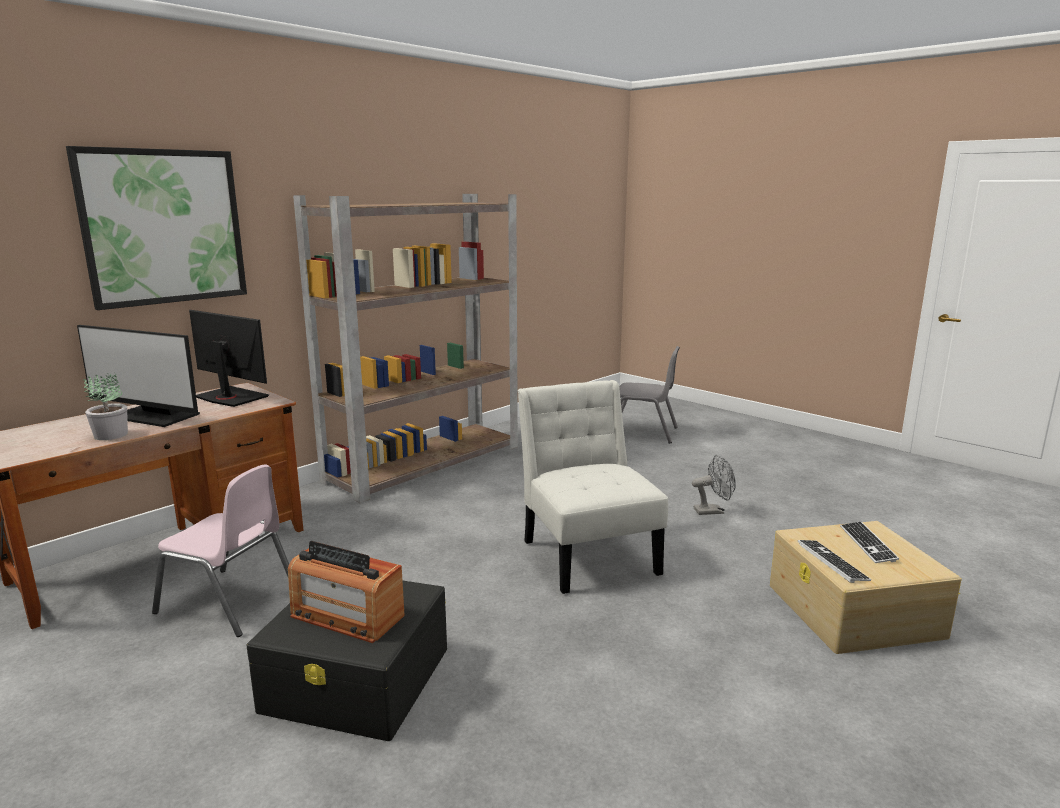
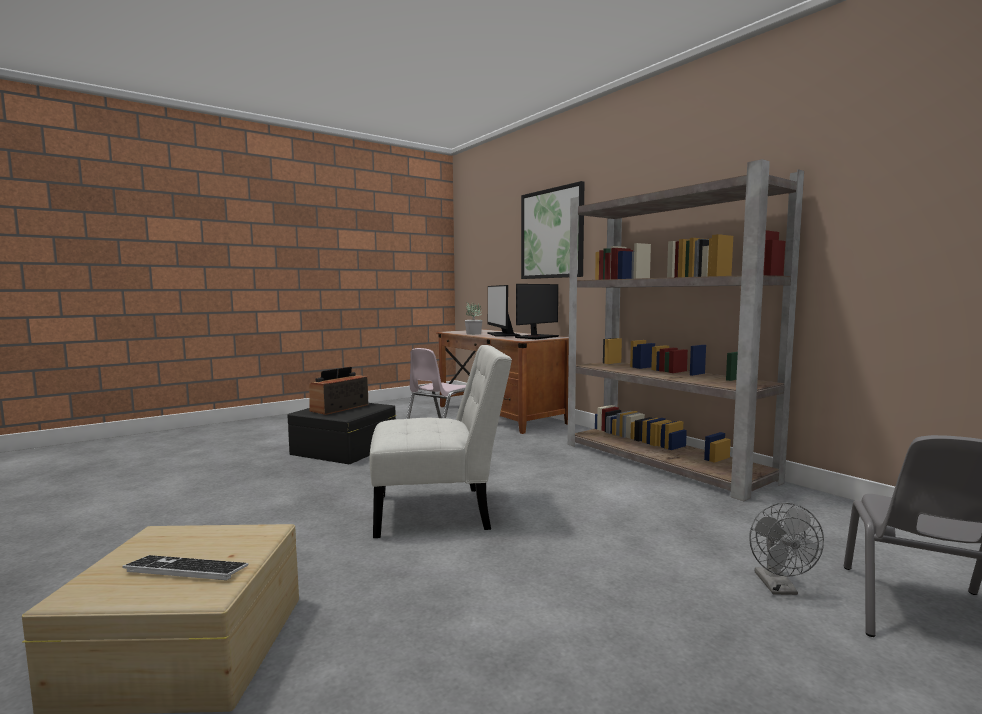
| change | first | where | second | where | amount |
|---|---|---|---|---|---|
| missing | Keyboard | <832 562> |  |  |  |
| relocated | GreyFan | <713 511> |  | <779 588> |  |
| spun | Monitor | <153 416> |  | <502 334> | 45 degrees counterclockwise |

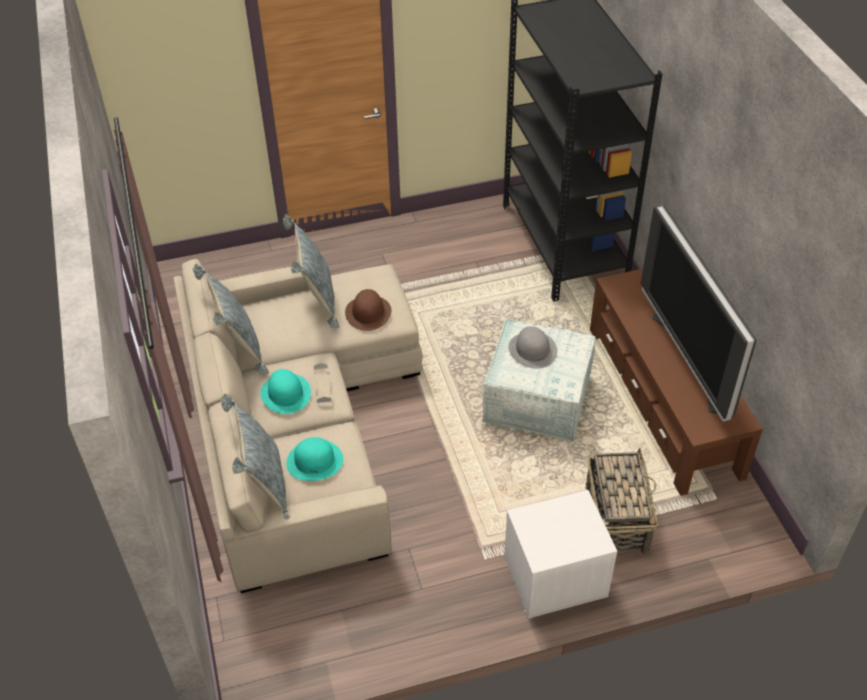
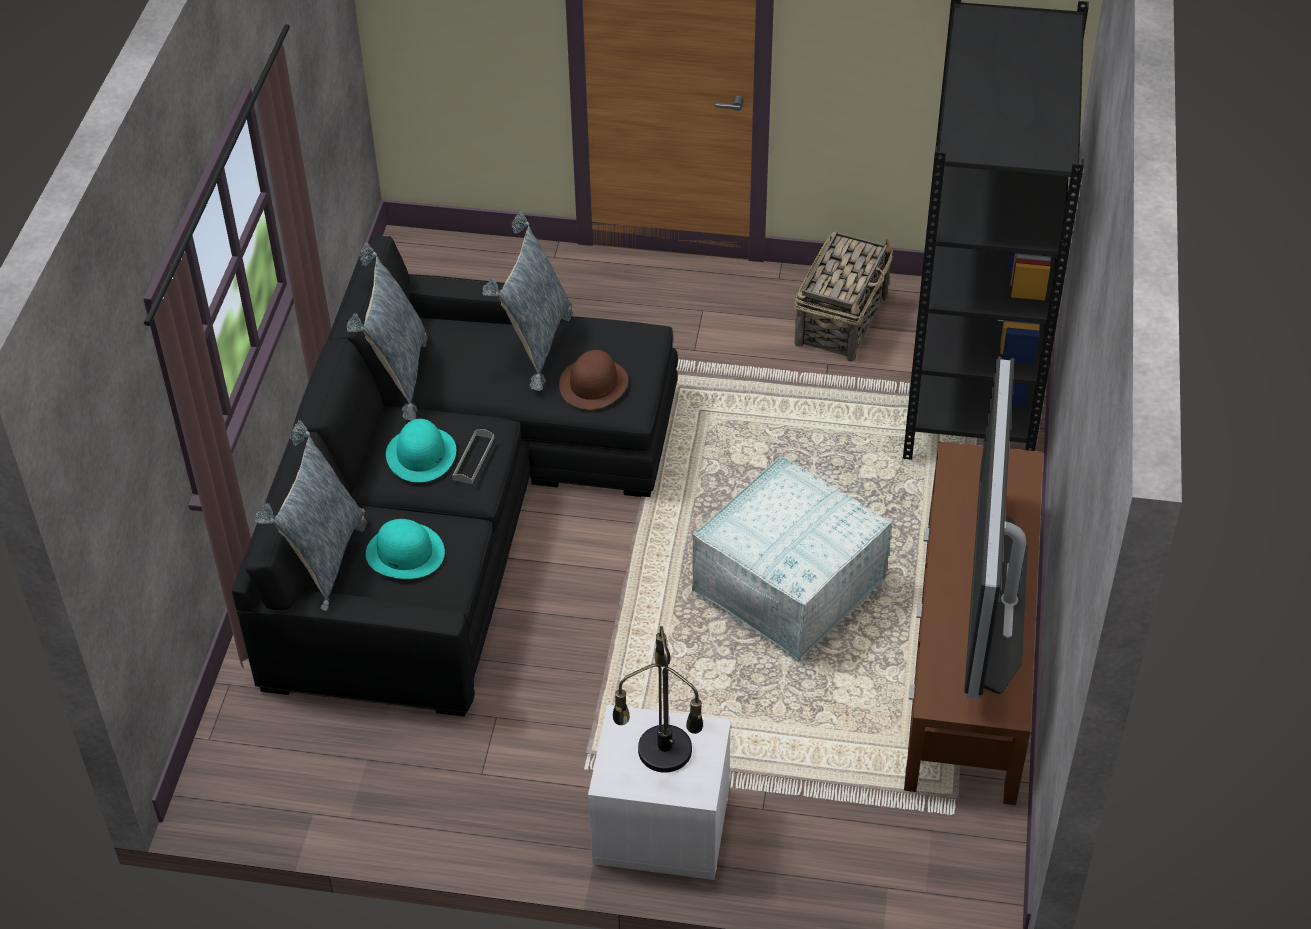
| change | first | where | second | where | amount |
|---|---|---|---|---|---|
| missing | GreyHat | <532 350> |  |  |  |
| appeared |  |  | TableLamp | <663 750> |  |
| relocated | Basket | <616 518> |  | <842 320> |  |
| colour | BeigeSofa | <299 423> | BlackSofa | <454 506> |  |

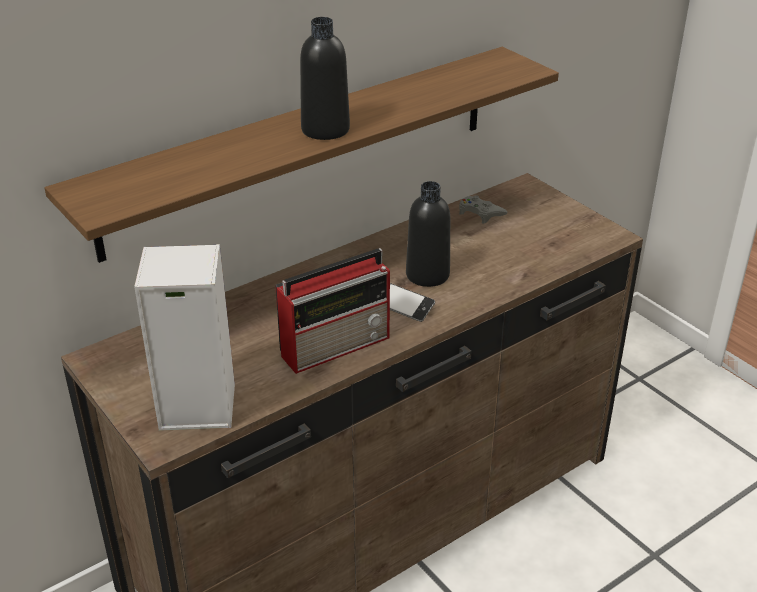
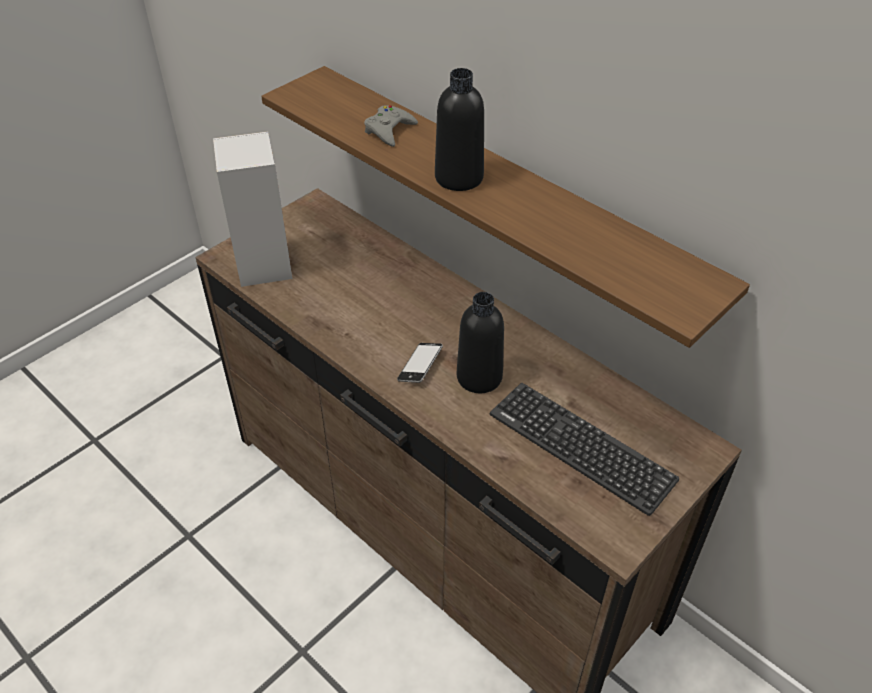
| change | first | where | second | where | amount |
|---|---|---|---|---|---|
| missing | Radio | <337 345> |  |  |  |
| appeared |  |  | Keyboard | <581 446> |  |
| relocated | GreyGameController | <480 213> |  | <389 130> |  |

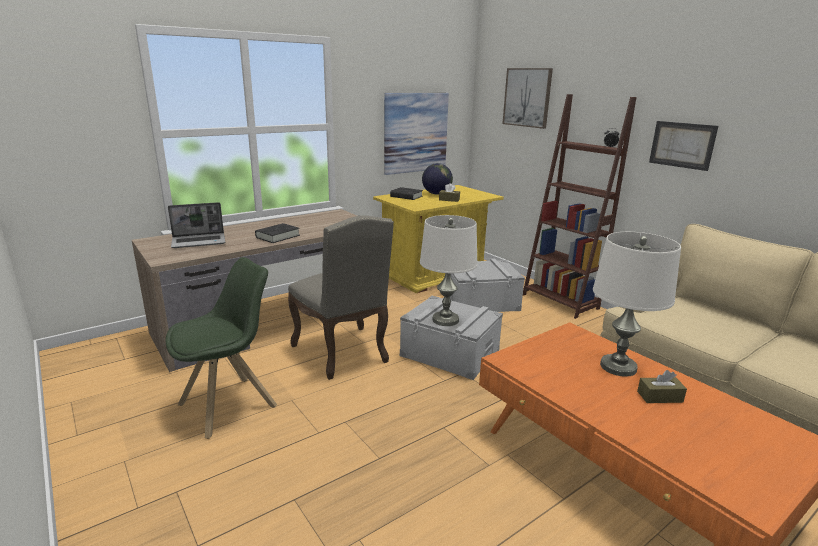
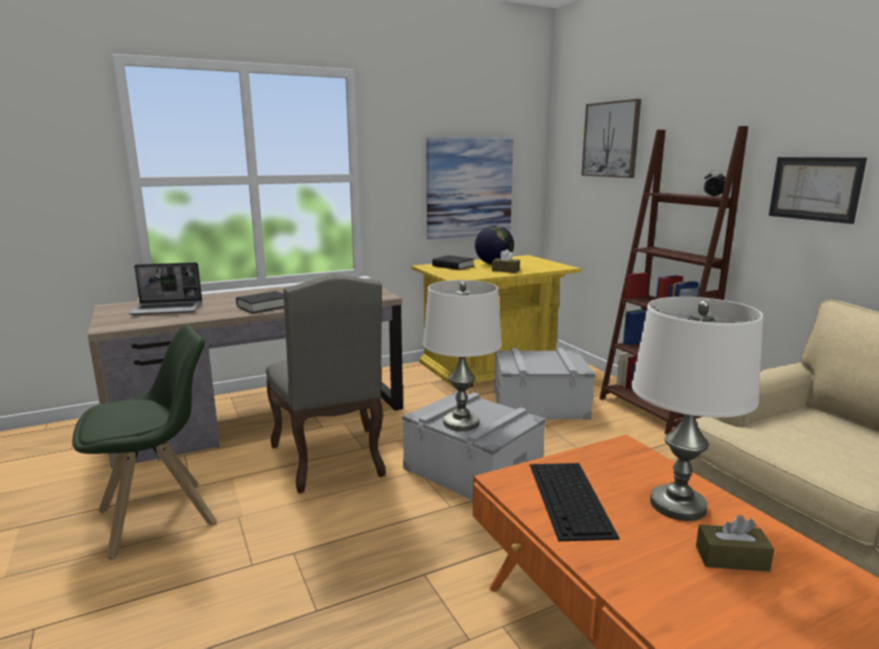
| change | first | where | second | where | amount |
|---|---|---|---|---|---|
| appeared |  |  | Keyboard | <570 499> |  |

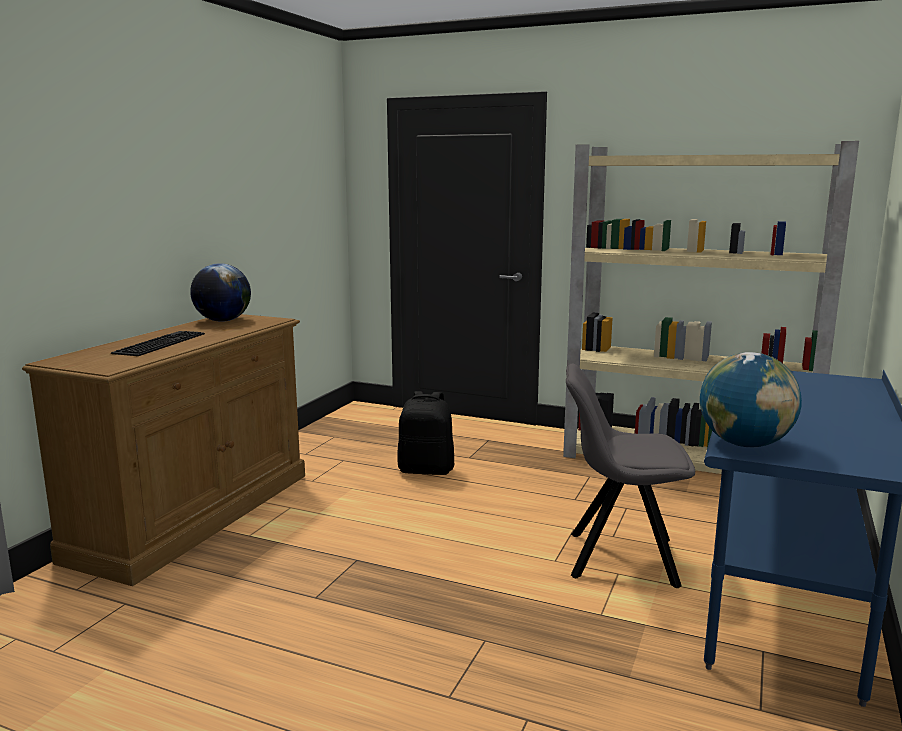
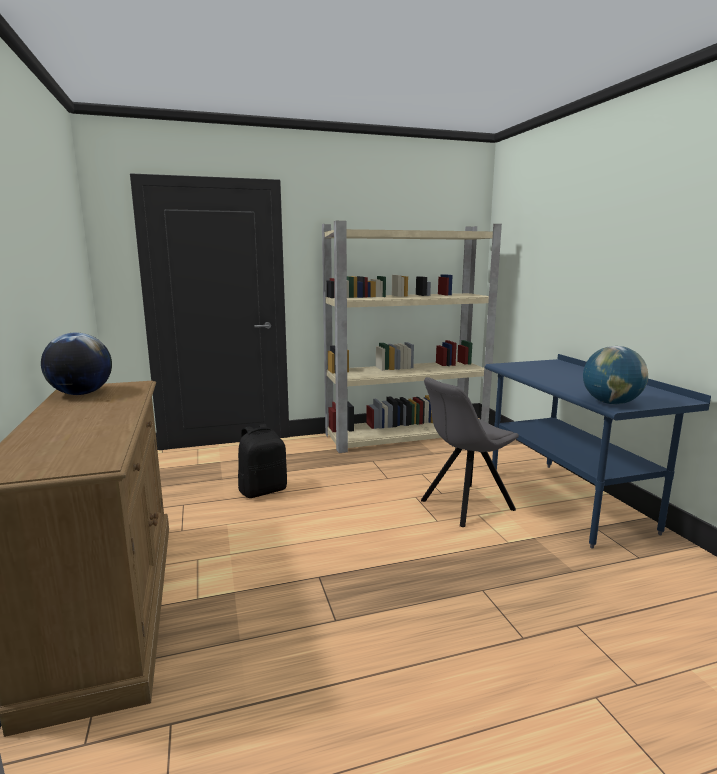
| change | first | where | second | where | amount |
|---|---|---|---|---|---|
| missing | Keyboard | <159 343> |  |  |  |

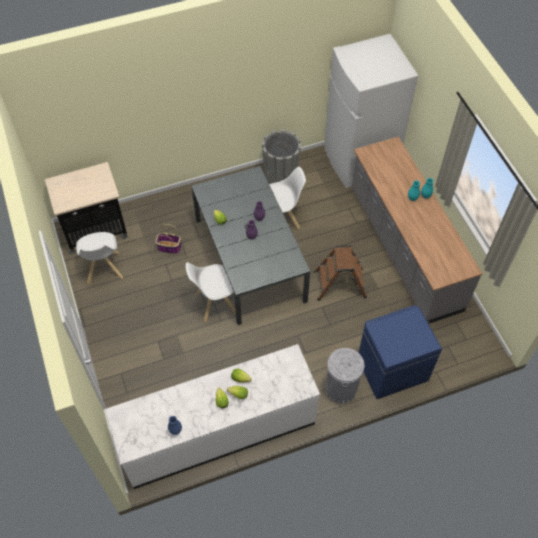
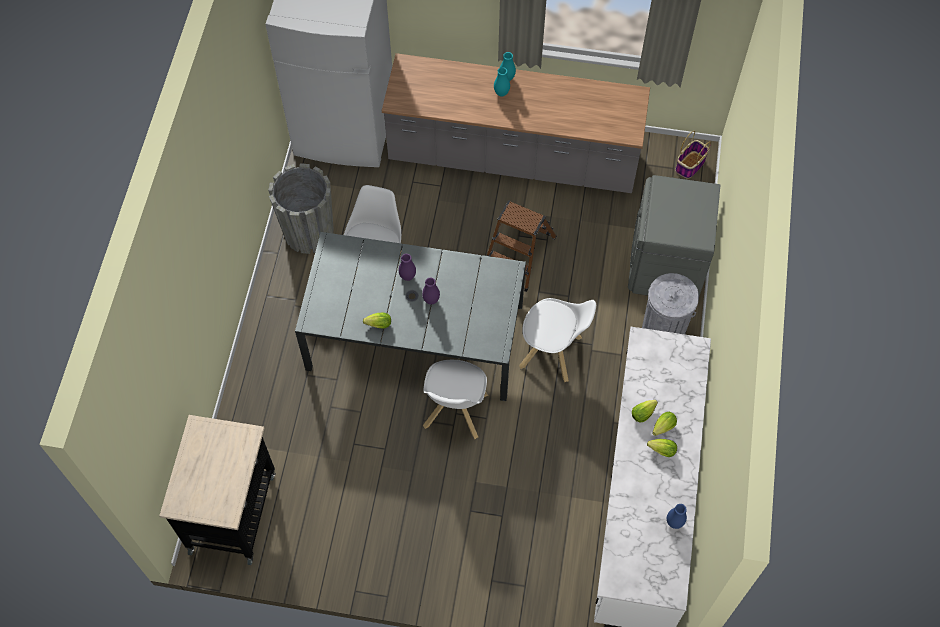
| change | first | where | second | where | amount |
|---|---|---|---|---|---|
| relocated | WhiteChair | <103 269> |  | <553 353> |  |
| relocated | Basket | <169 247> |  | <690 165> |  |
| colour | BlueWashingMachine | <390 367> | GreyWashingMachine | <664 265> |  |

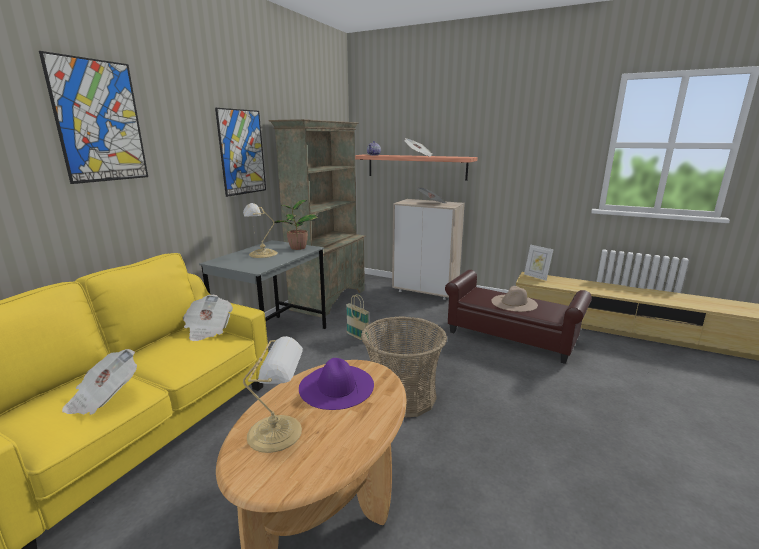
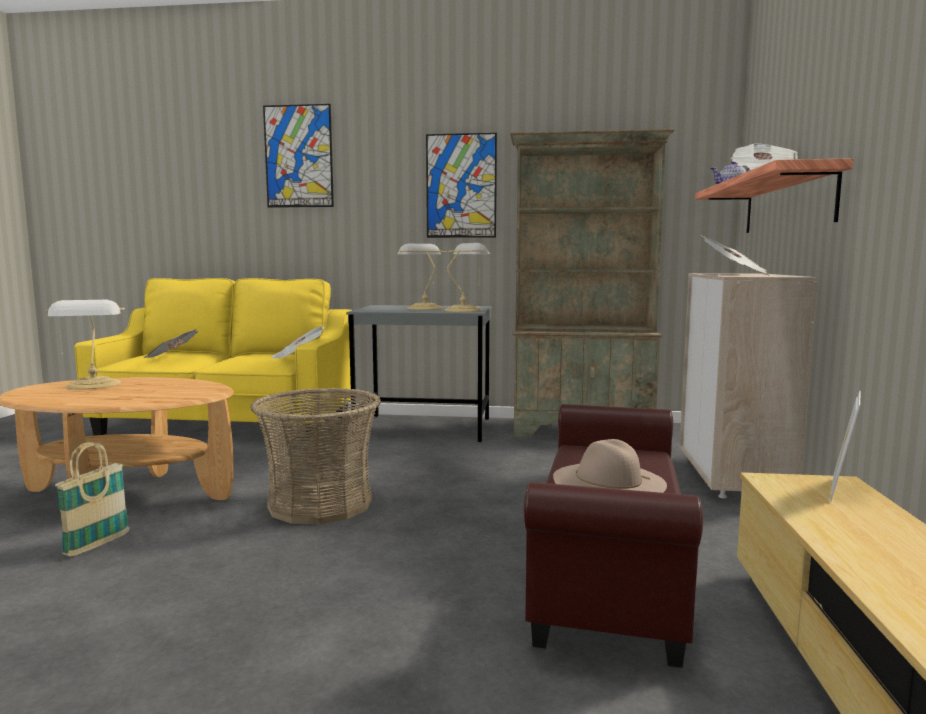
| change | first | where | second | where | amount |
|---|---|---|---|---|---|
| missing | PurpleHat | <336 386> |  |  |  |
| relocated | Basket | <357 337> |  | <97 544> |  |
| exchanged | PottedPlant | <297 248> | TableLamp | <465 310> |  |

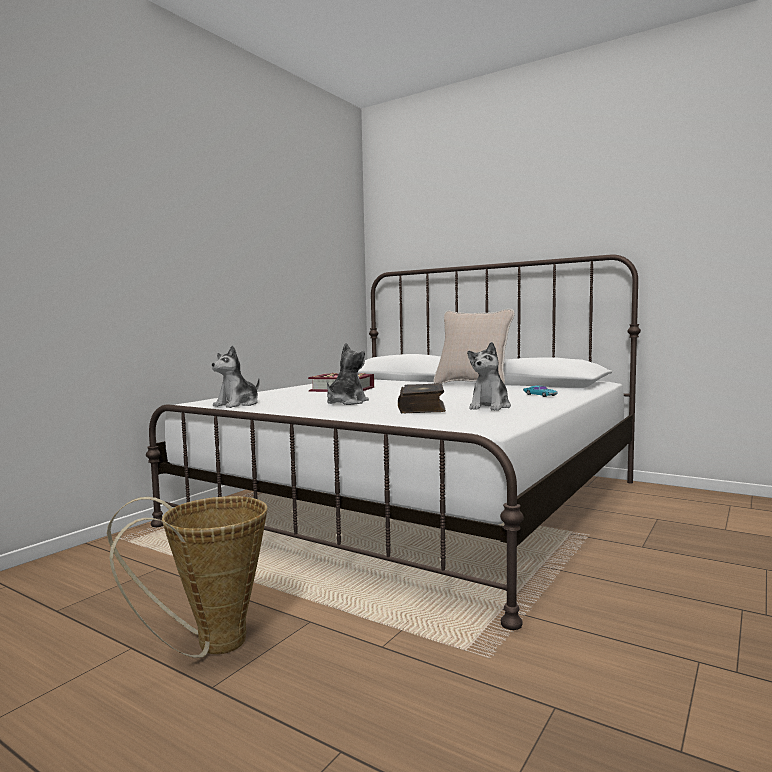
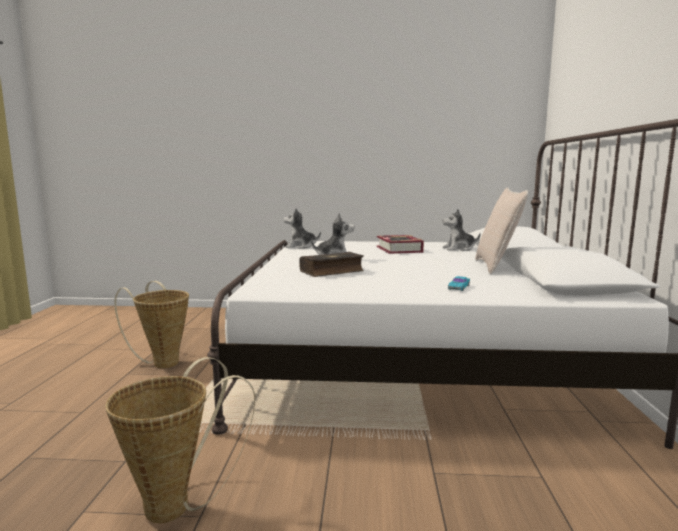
| change | first | where | second | where | amount |
|---|---|---|---|---|---|
| appeared |  |  | Basket | <178 505> |  |
| relocated | PlushToy | <490 407> |  | <459 249> |  |

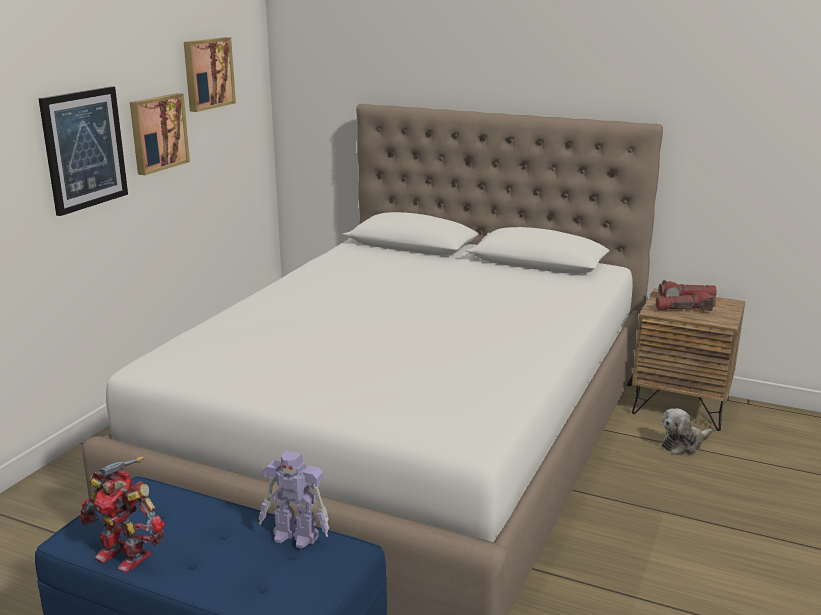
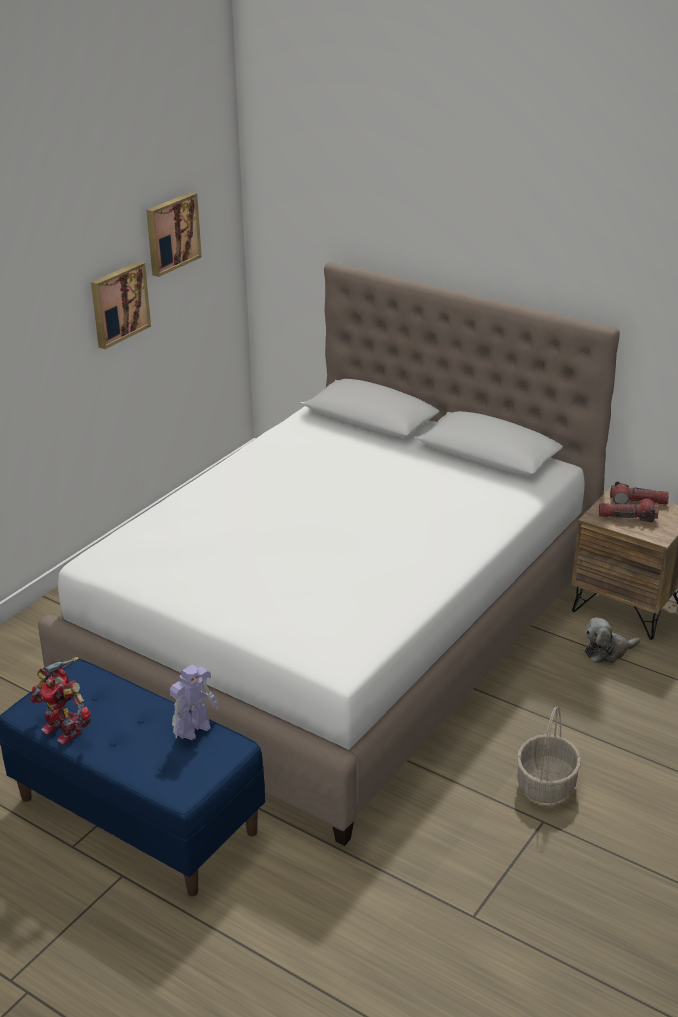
| change | first | where | second | where | amount |
|---|---|---|---|---|---|
| missing | Picture | <84 149> |  |  |  |
| appeared |  |  | Basket | <546 785> |  |
| spun | ToyRobot | <296 536> |  | <194 728> | 75 degrees counterclockwise |

